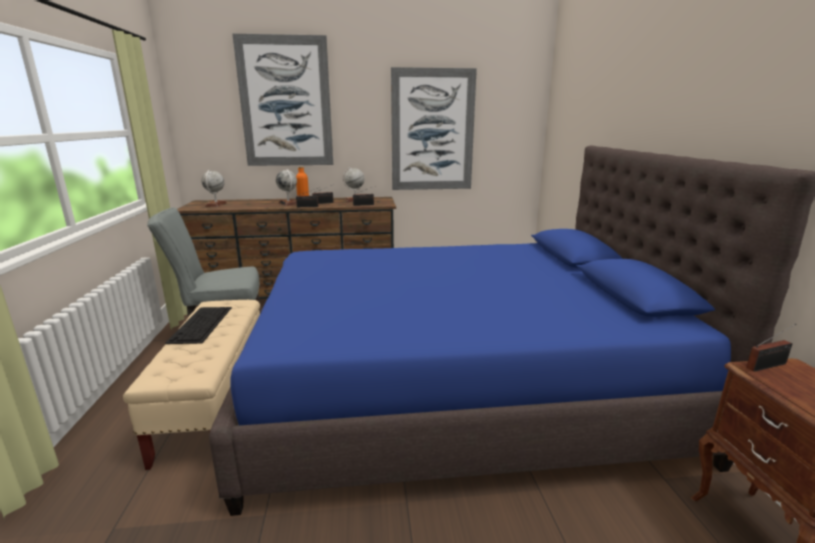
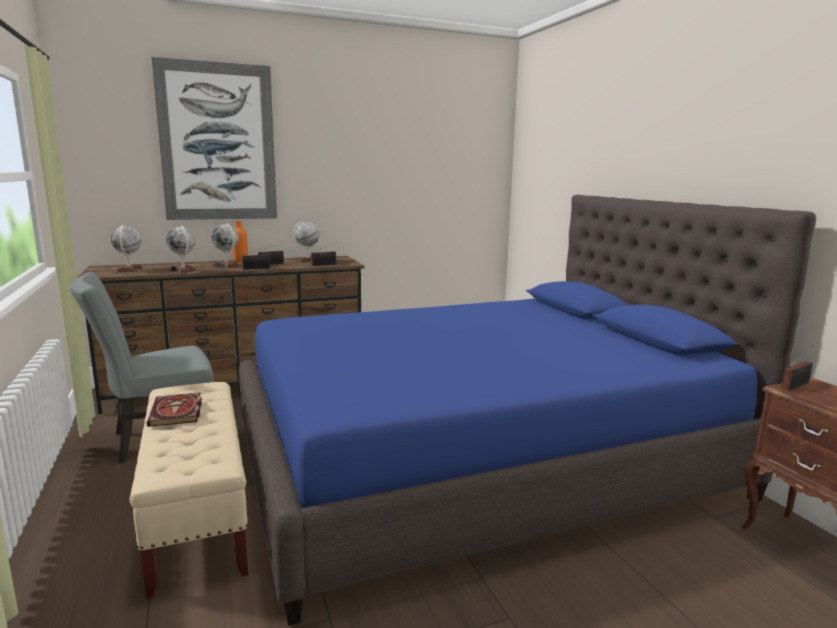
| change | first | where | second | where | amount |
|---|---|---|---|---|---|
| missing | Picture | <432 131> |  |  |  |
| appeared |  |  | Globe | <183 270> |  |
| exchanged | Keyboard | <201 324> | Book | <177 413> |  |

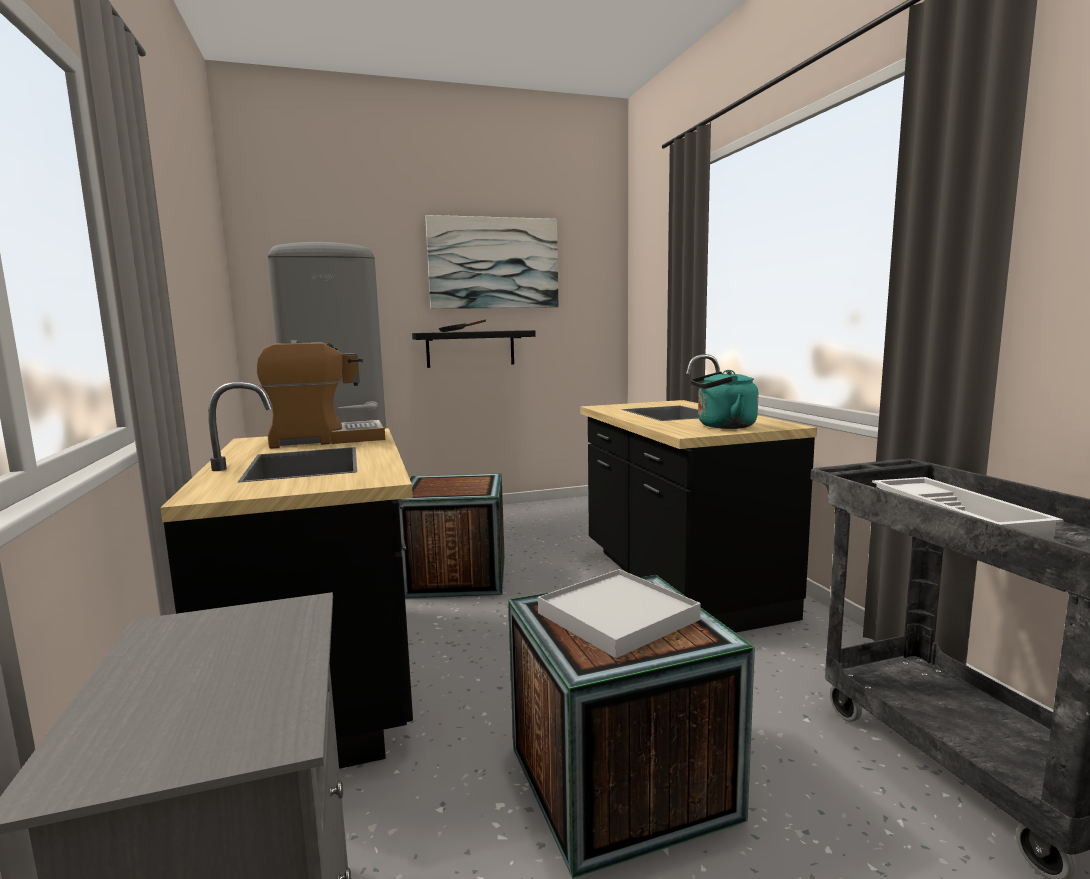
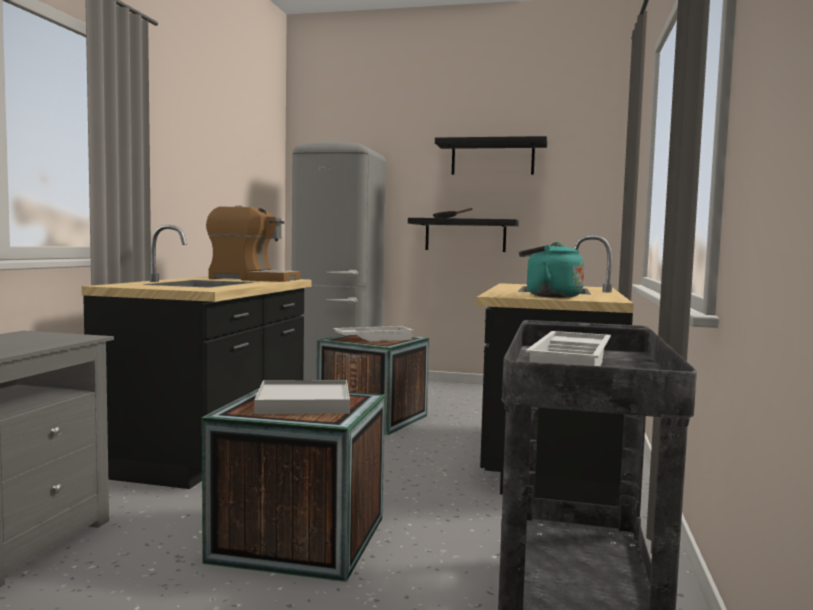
| change | first | where | second | where | amount |
|---|---|---|---|---|---|
| appeared |  |  | WhiteTray | <373 338> |  |
| exchanged | Picture | <493 263> | BlackShelf | <492 158> |  |

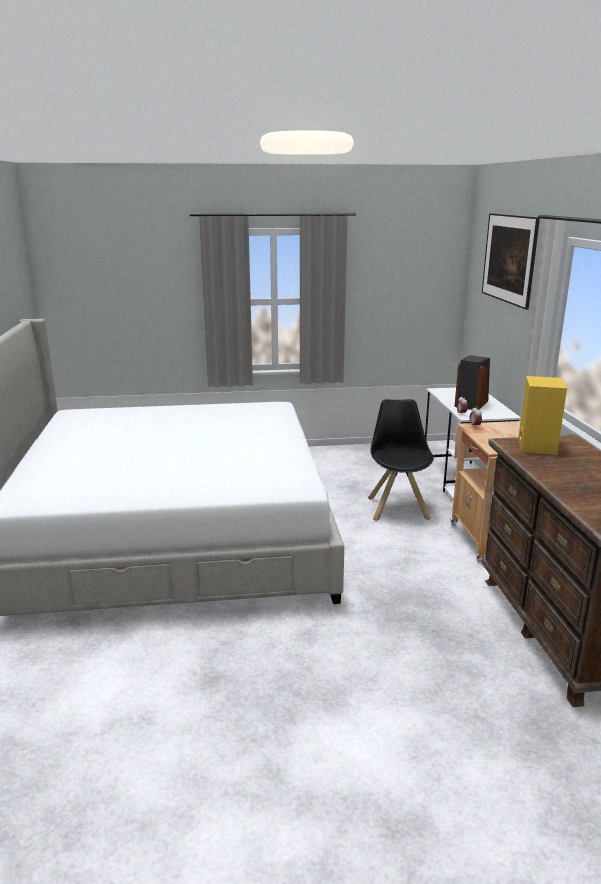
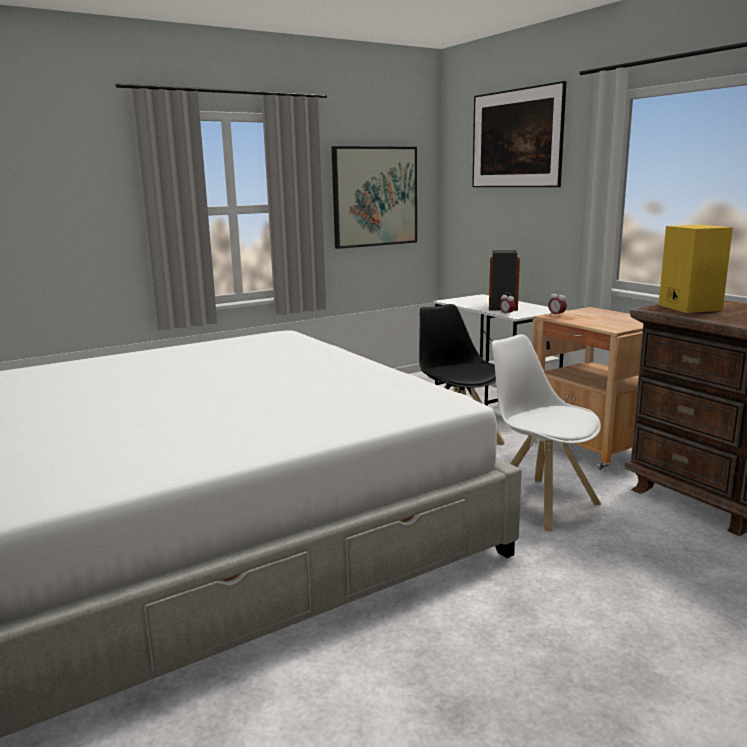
| change | first | where | second | where | amount |
|---|---|---|---|---|---|
| appeared |  |  | Picture | <375 196> |  |
| appeared |  |  | WhiteChair | <540 502> |  |

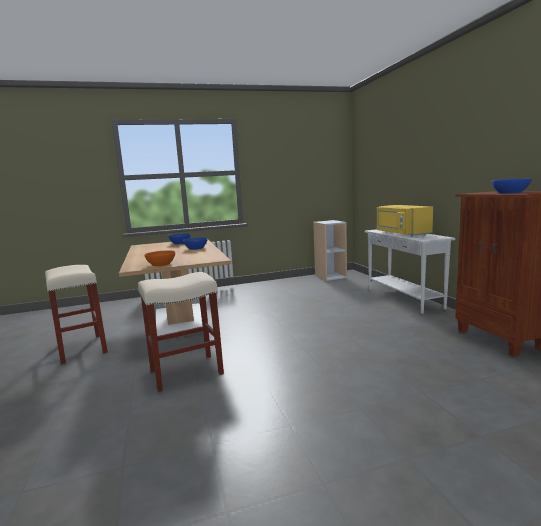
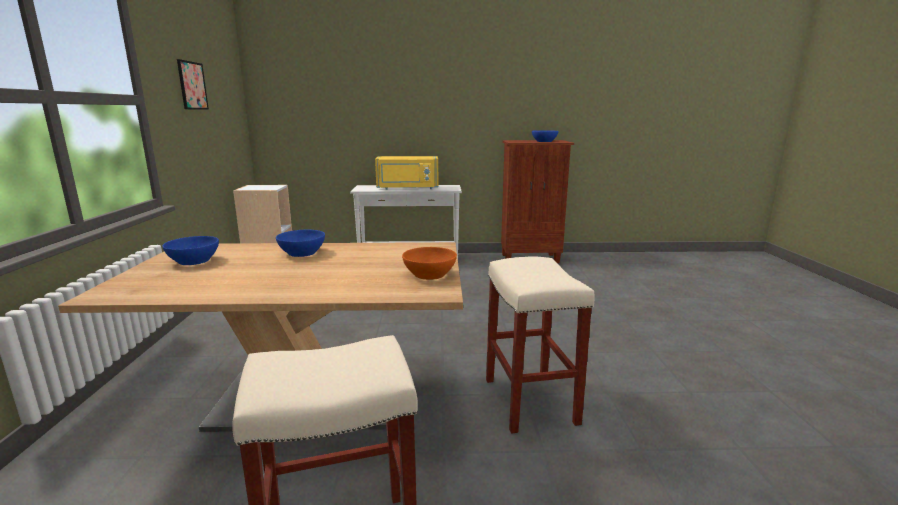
| change | first | where | second | where | amount |
|---|---|---|---|---|---|
| appeared |  |  | Picture | <192 85> |  |

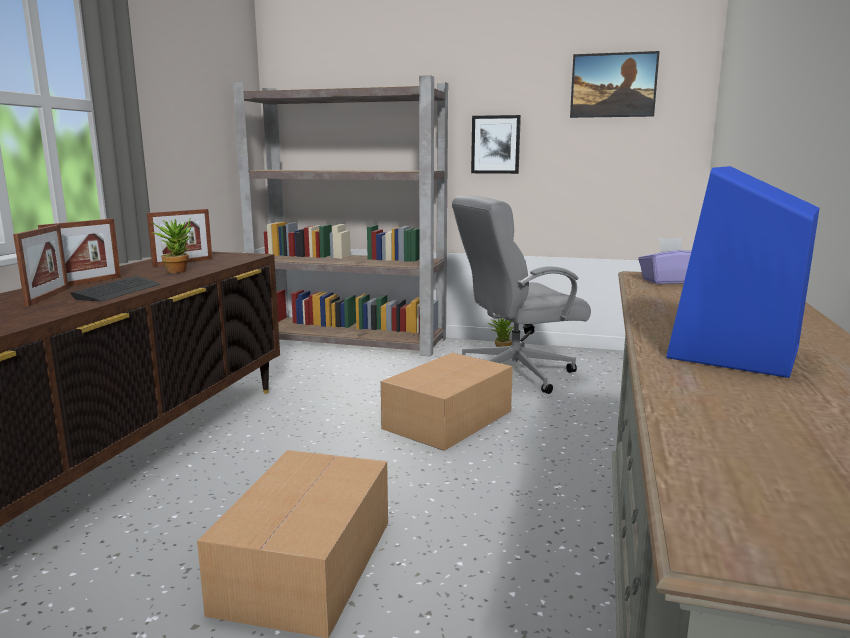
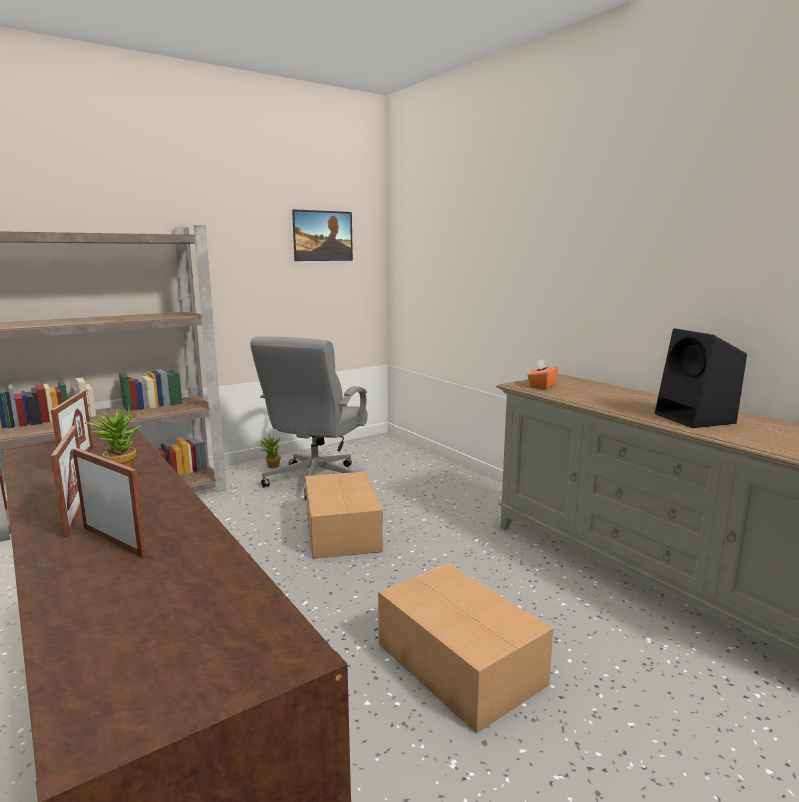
| change | first | where | second | where | amount |
|---|---|---|---|---|---|
| missing | Keyboard | <118 291> |  |  |  |
| missing | Picture | <495 144> |  |  |  |
| colour | PurpleTissueBox | <668 281> | OrangeTissueBox | <542 386> |  |
| colour | BlueSpeaker | <734 354> | BlackSpeaker | <696 419> |  |

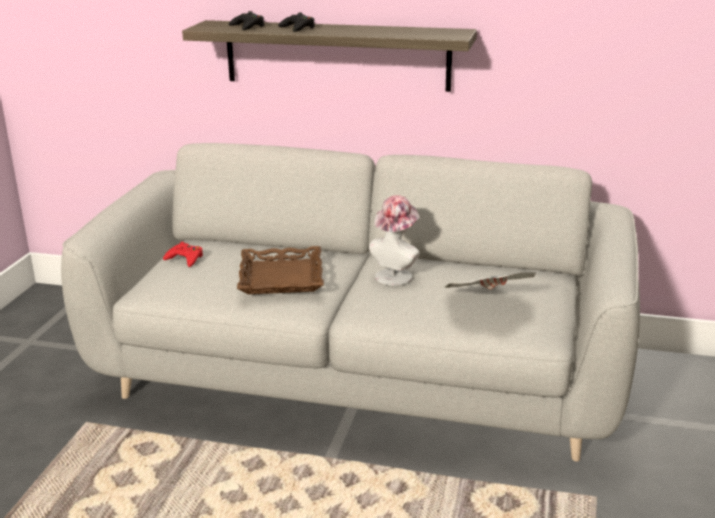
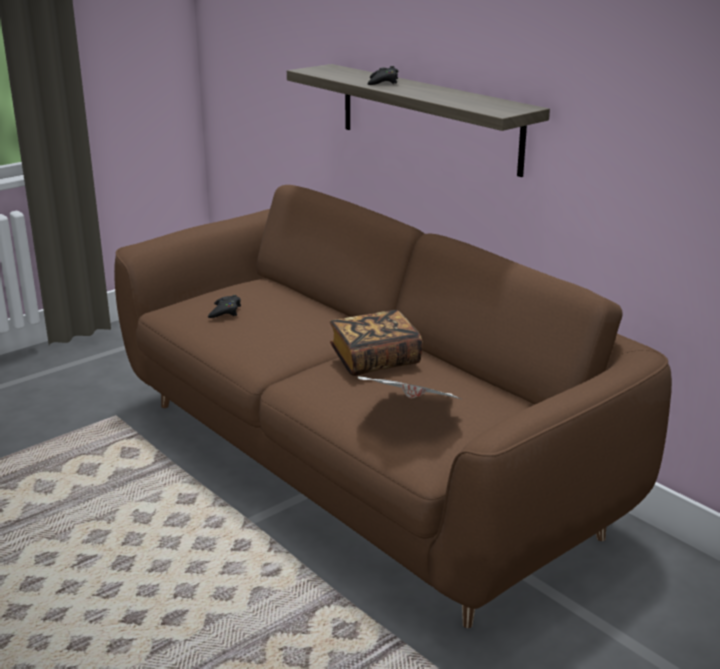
| change | first | where | second | where | amount |
|---|---|---|---|---|---|
| missing | RedGameController | <185 259> |  |  |  |
| missing | BrownTray | <282 277> |  |  |  |
| relocated | BlackGameController | <247 26> |  | <225 311> |  |
| exchanged | Hat | <396 275> | Book | <375 360> |  |
| colour | GreySofa | <359 380> | BrownSofa | <360 465> |  |

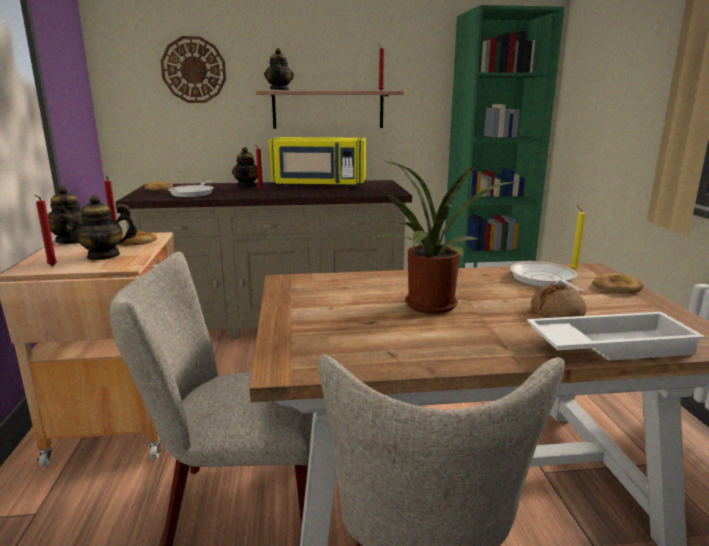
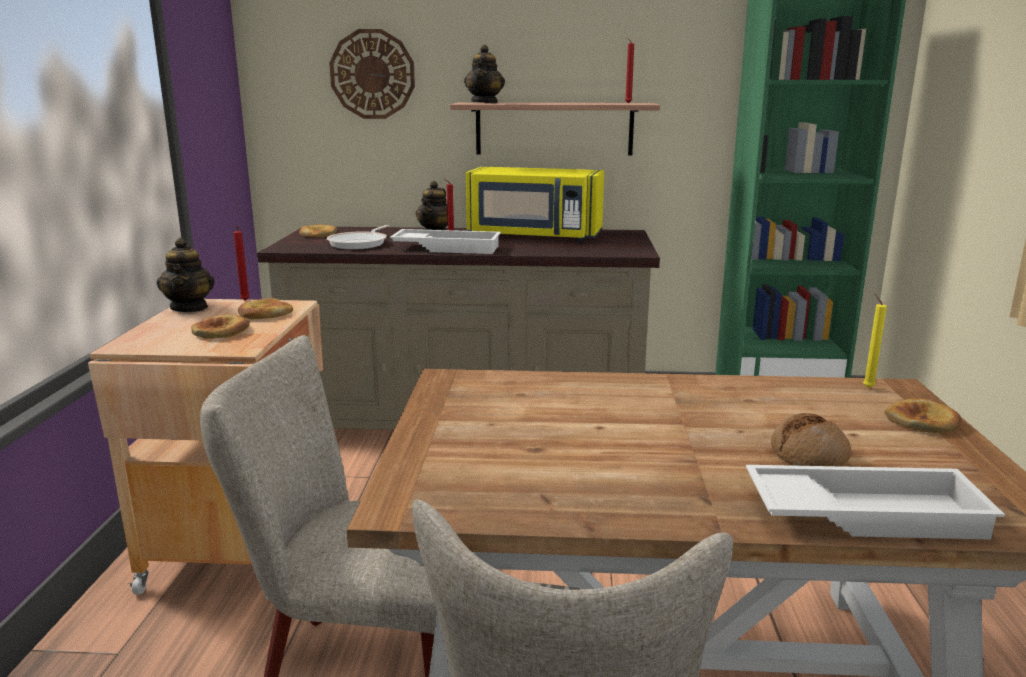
| change | first | where | second | where | amount |
|---|---|---|---|---|---|
| missing | RedCandle | <51 266> |  |  |  |
| missing | PottedPlant | <430 307> |  |  |  |
| missing | FryingPan | <543 280> |  |  |  |
| appeared |  |  | WhiteTray | <448 248> |  |
| exchanged | Teapot | <104 255> | Bread | <221 332> |  |

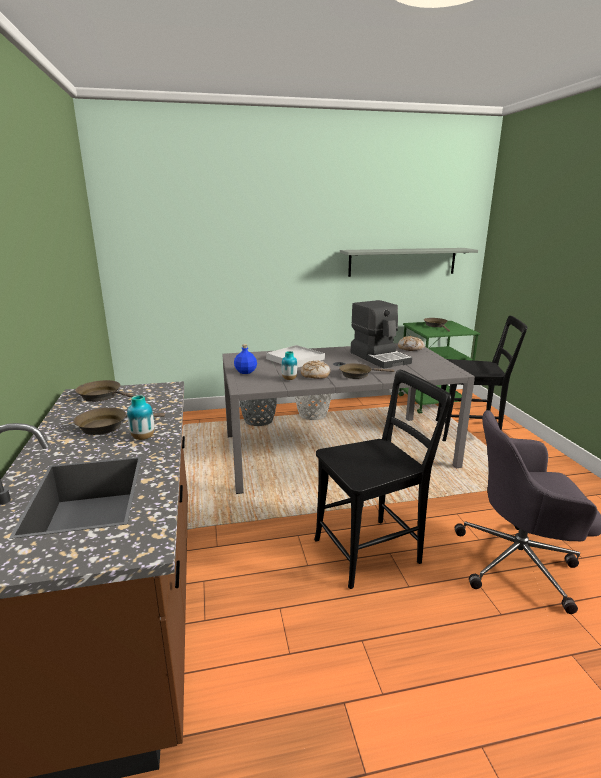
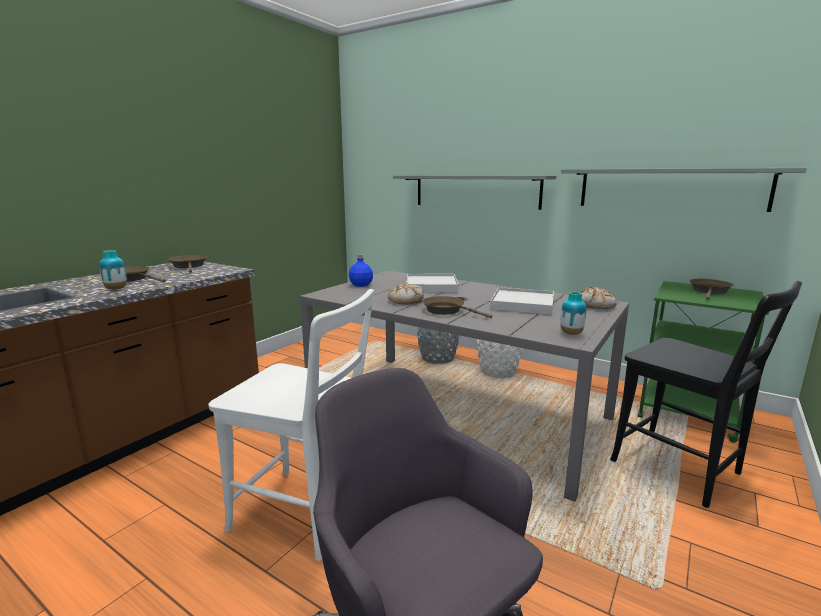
| change | first | where | second | where | amount |
|---|---|---|---|---|---|
| appeared |  |  | GreyShelf | <475 191> |  |
| relocated | Vase | <289 379> |  | <571 333> |  |
| exchanged | CoffeeMachine | <380 357> | WhiteTray | <523 304> |  |
| colour | BlackChair | <372 549> | WhiteChair | <307 514> |  |

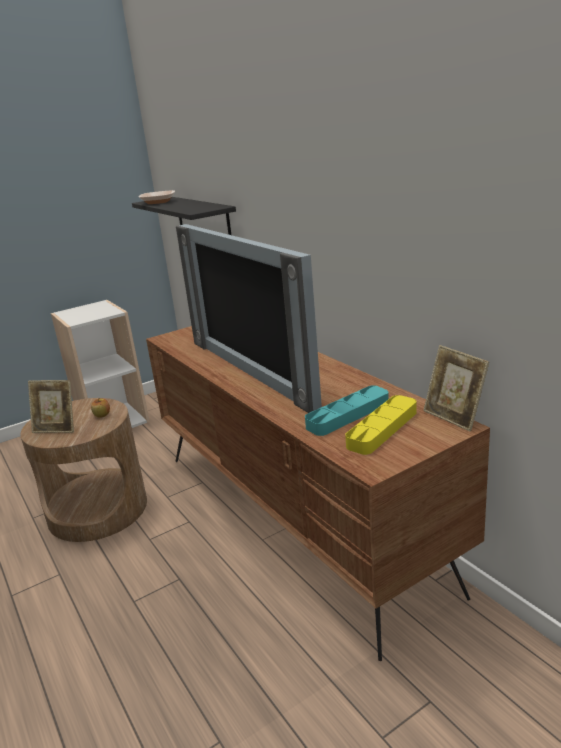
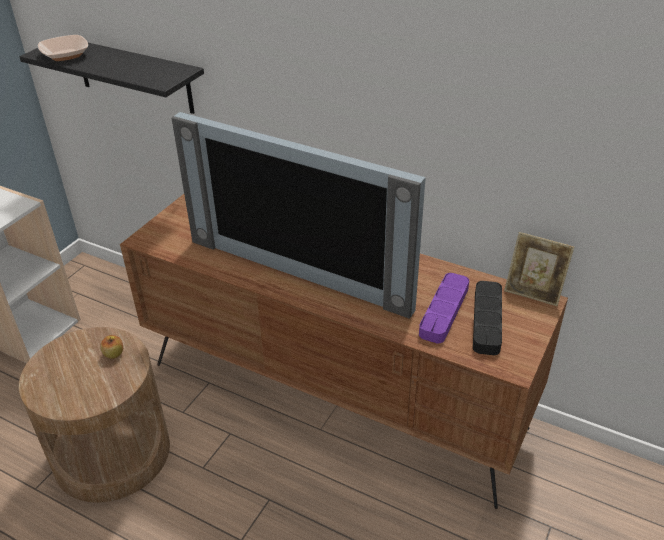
| change | first | where | second | where | amount |
|---|---|---|---|---|---|
| missing | PictureFrame | <57 428> |  |  |  |
| colour | TurquoiseTray | <348 415> | PurpleTray | <444 311> |  |
| colour | YellowTray | <382 429> | BlackTray | <487 321> |  |

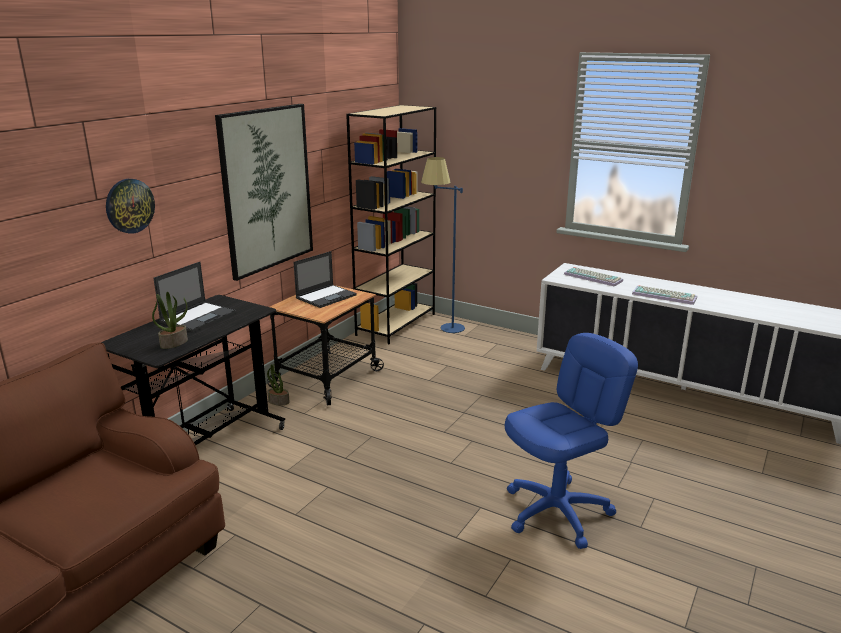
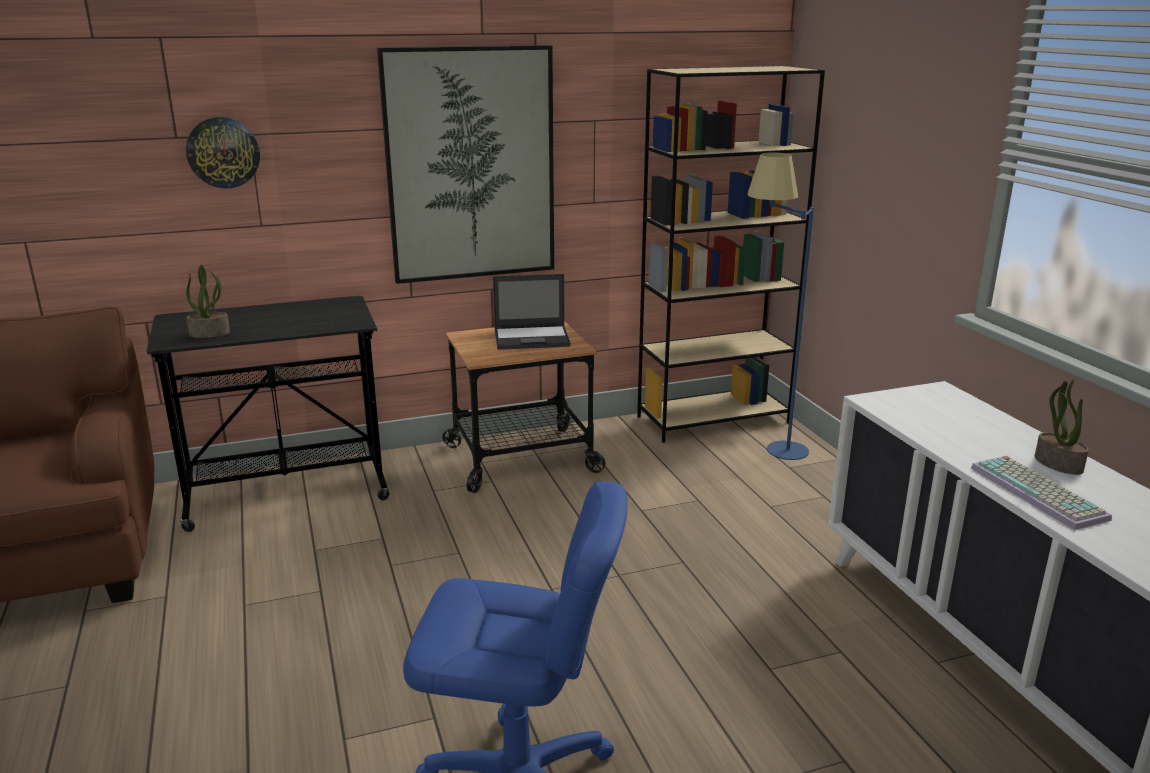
| change | first | where | second | where | amount |
|---|---|---|---|---|---|
| missing | Laptop | <199 317> |  |  |  |
| missing | Keyboard | <594 277> |  |  |  |
| relocated | PottedPlant | <278 401> |  | <1057 464> |  |

